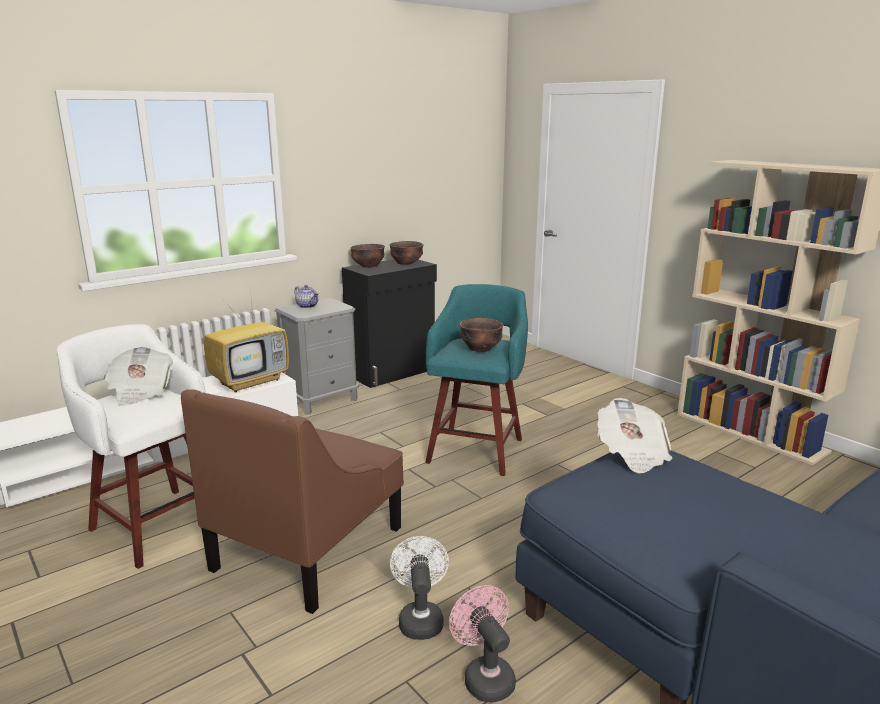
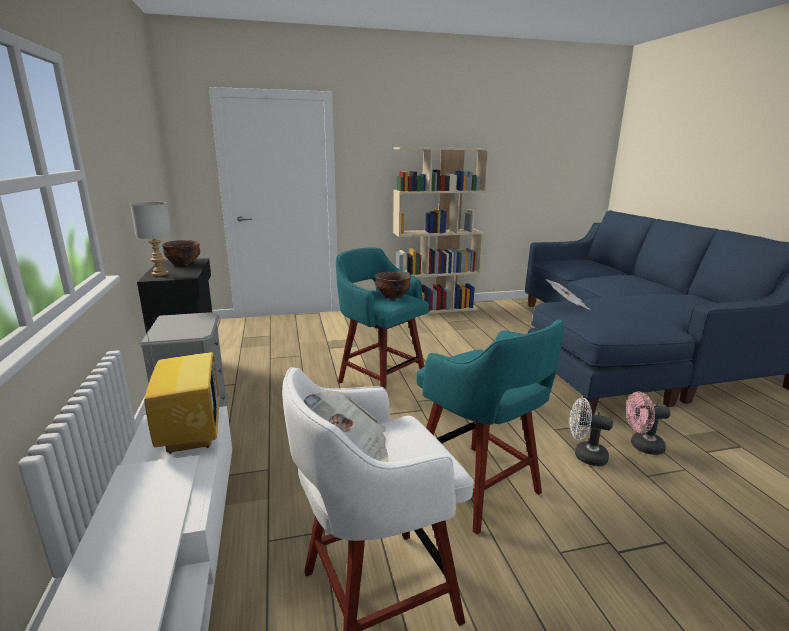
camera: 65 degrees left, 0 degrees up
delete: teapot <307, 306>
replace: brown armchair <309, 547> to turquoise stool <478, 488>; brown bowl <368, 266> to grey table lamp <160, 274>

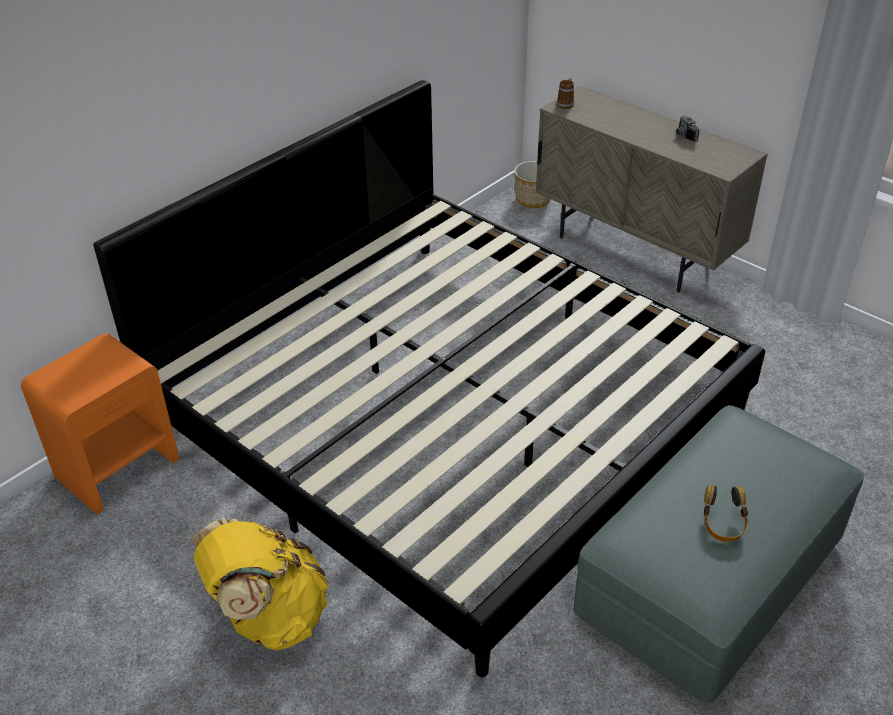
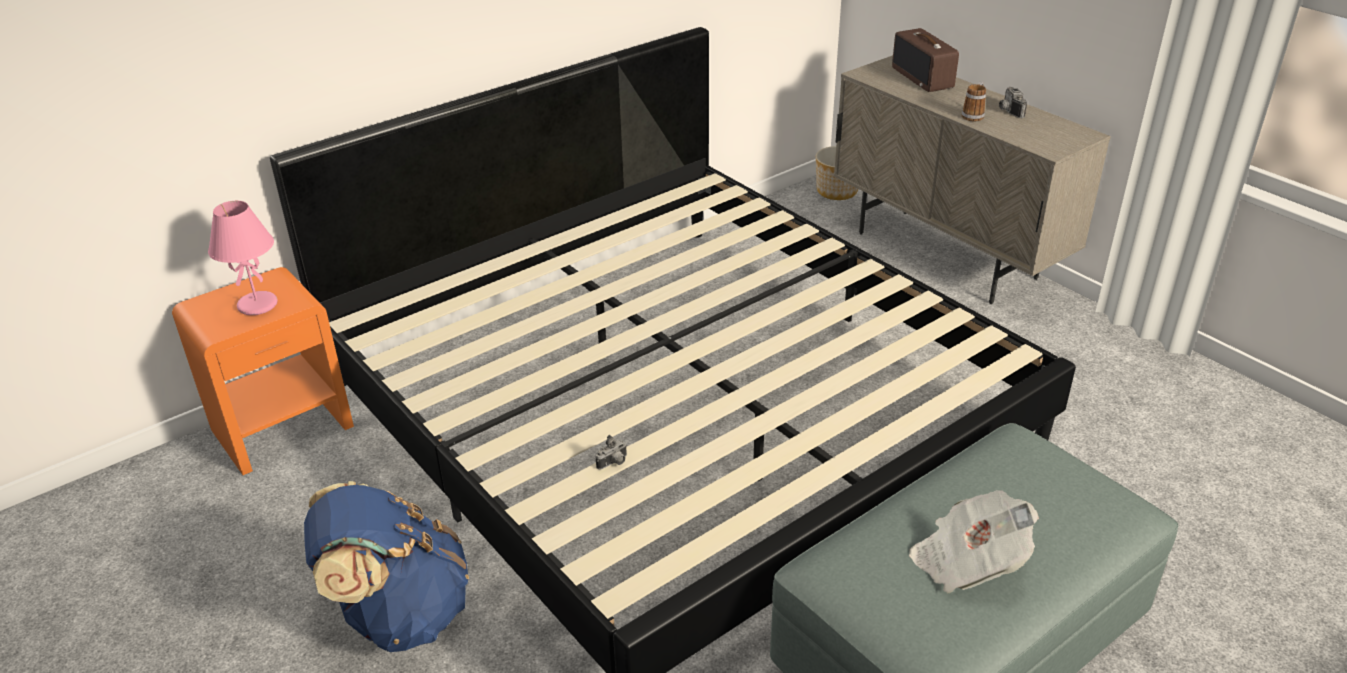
camera: 10 degrees right, 5 degrees down
insert: pink table lamp <258, 305>; photo camera <613, 463>; radio <923, 78>
move: mug <566, 103> to <973, 115>
replace: headphones <722, 525> to newspaper <968, 562>
recolor: yellow backpack <269, 616> to blue backpack <399, 614>

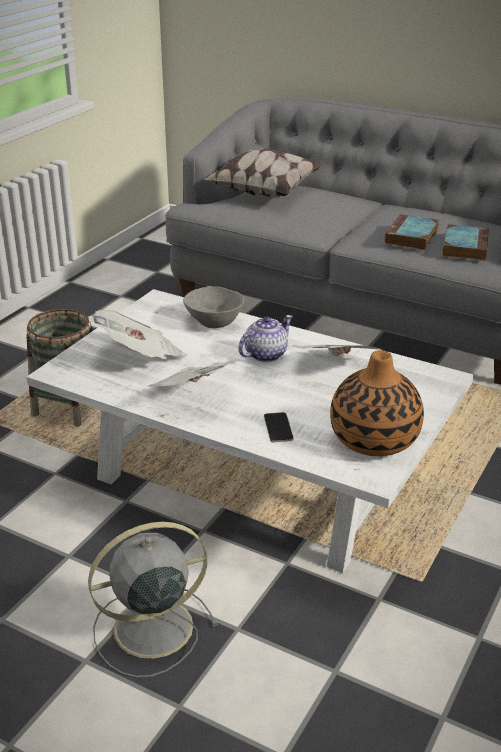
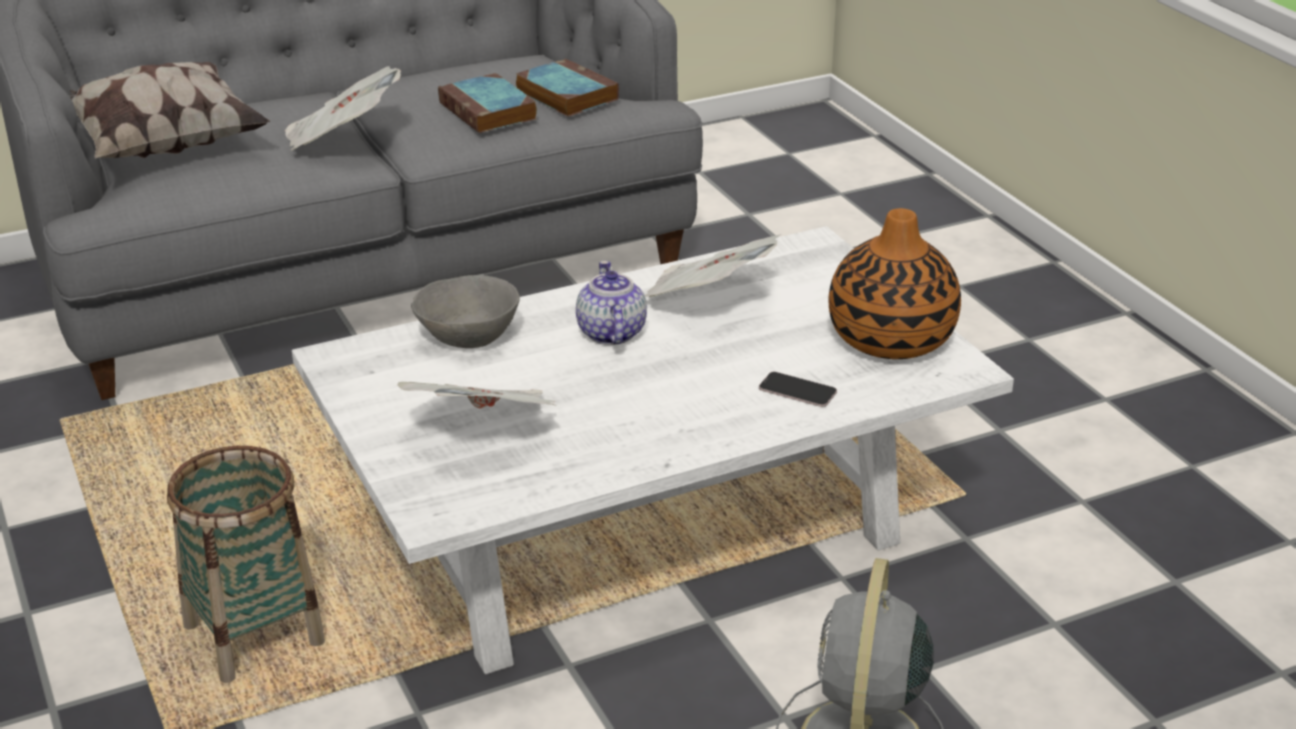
camera: 55 degrees left, 0 degrees up
move: newspaper <193, 395> to <342, 139>

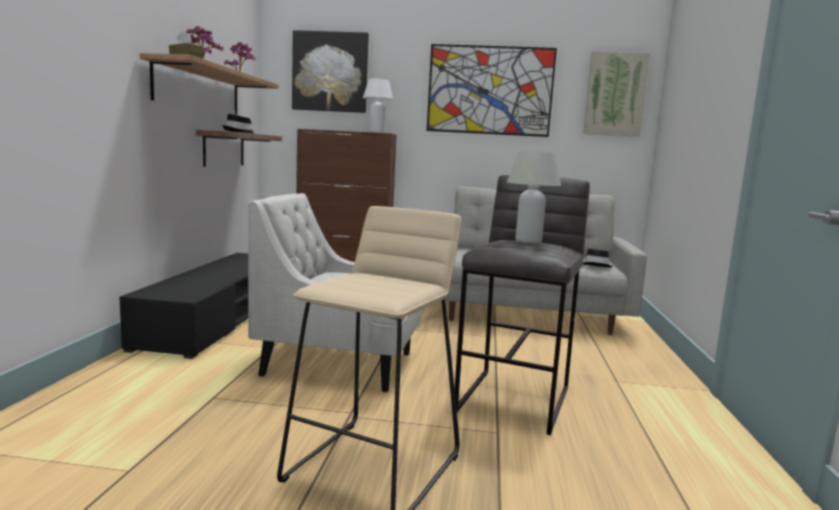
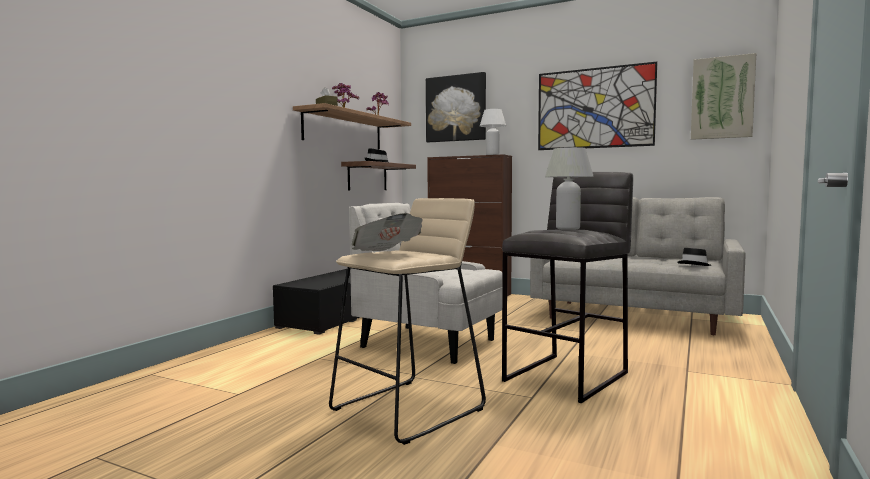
camera: 20 degrees right, 5 degrees down
insert: newspaper <387, 255>

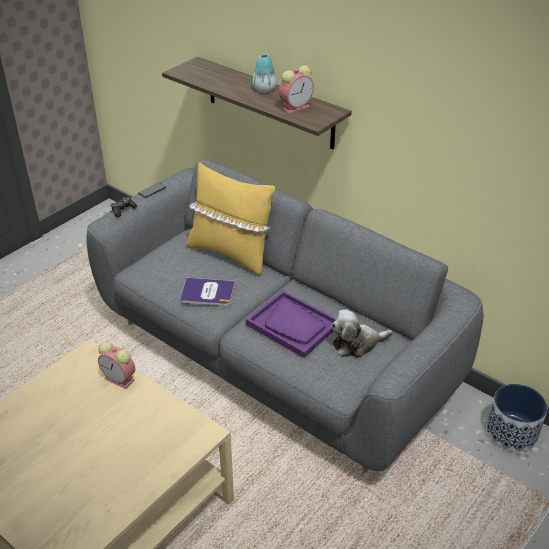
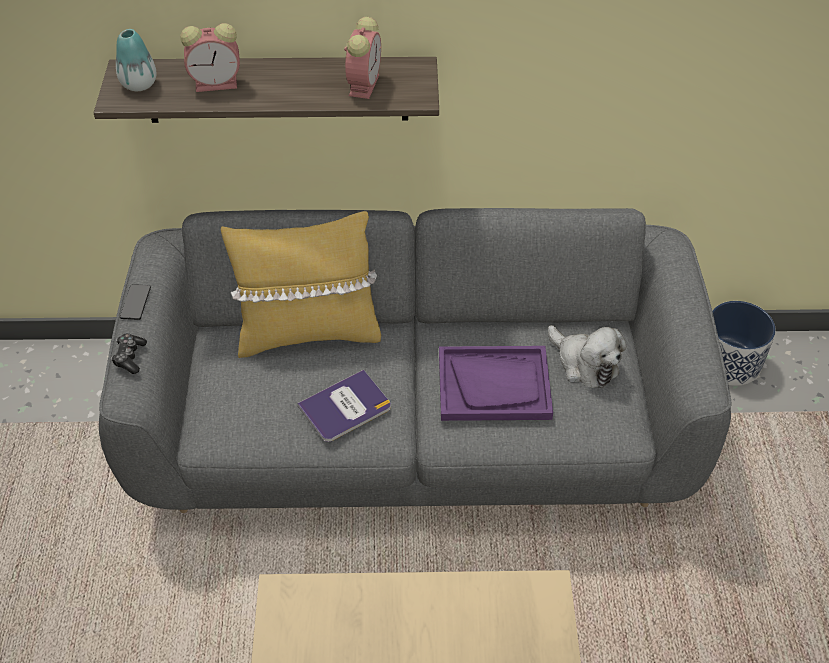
camera: 40 degrees left, 10 degrees up
move: alarm clock <120, 379> to <218, 83>; vase <264, 89> to <139, 84>
rotate: plush toy <357, 344> = <584, 364> 75 degrees counterclockwise

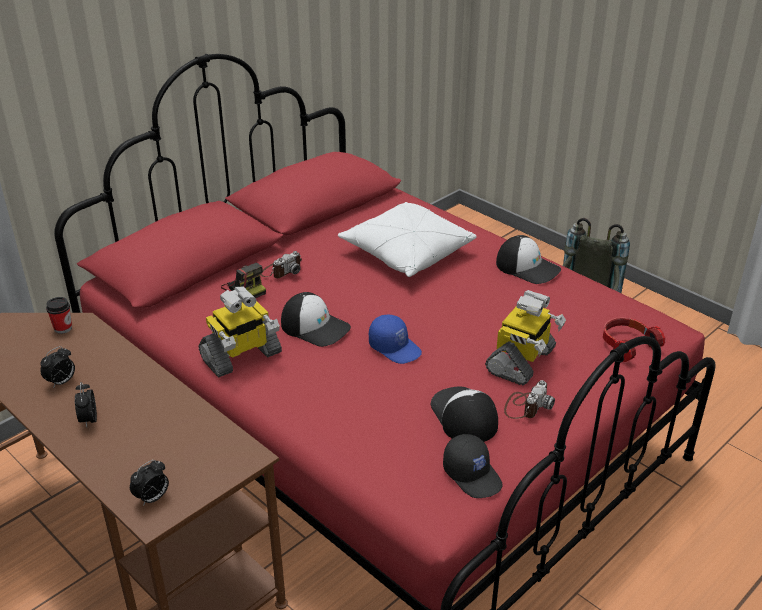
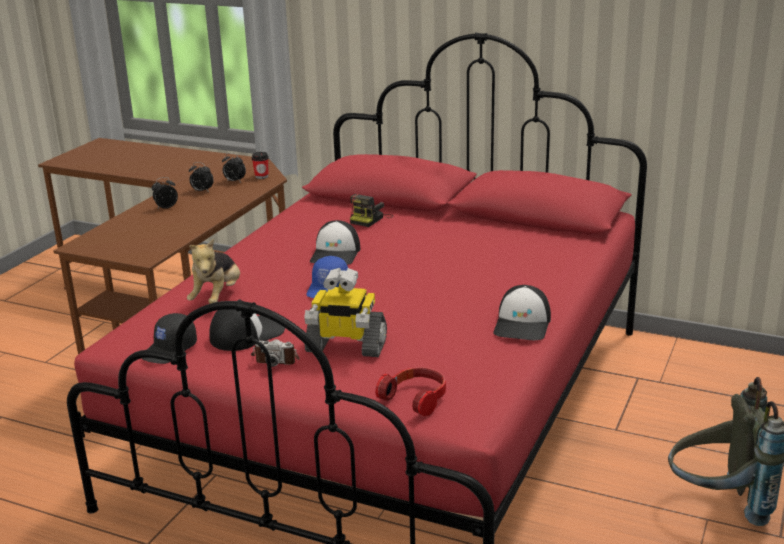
camera: 70 degrees right, 10 degrees down
delete: toy robot <241, 357>; photo camera <281, 270>; white pillow <406, 253>
insert: plush toy <217, 297>
move: alarm clock <152, 498> to <234, 181>

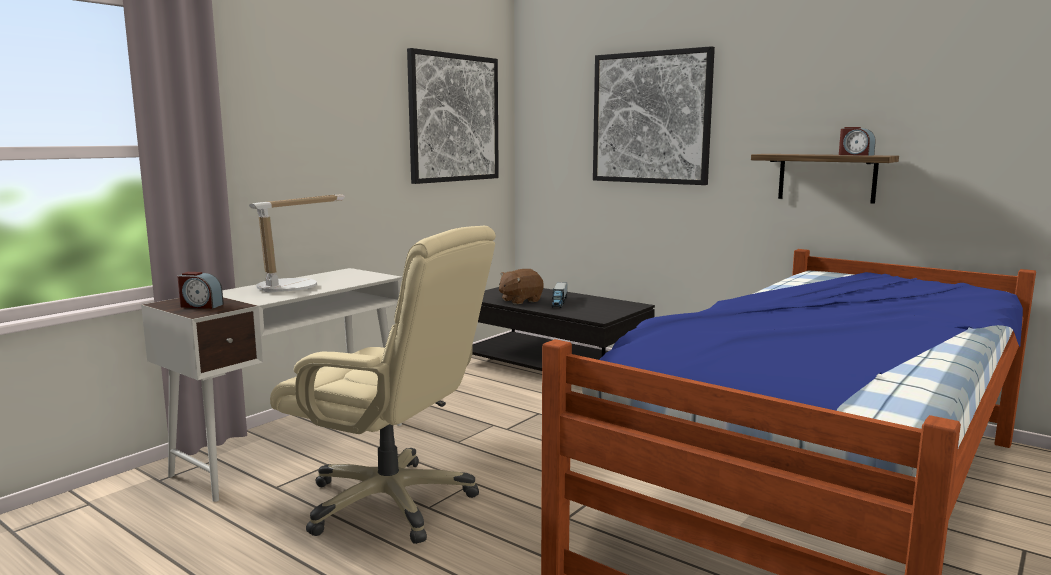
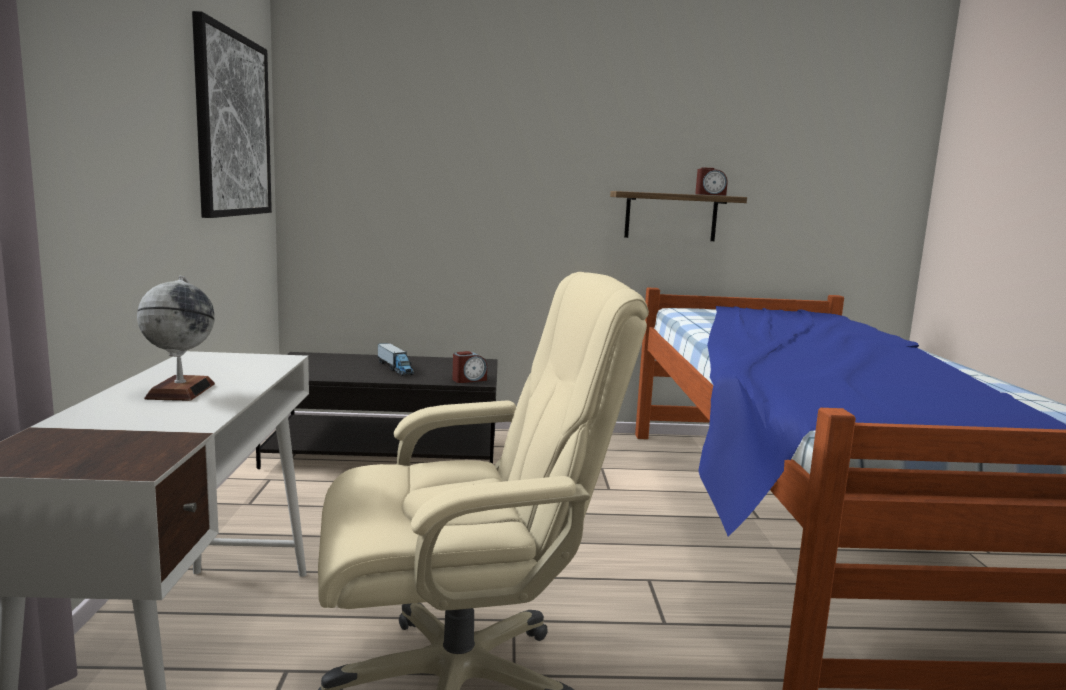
camera: 40 degrees left, 0 degrees up
delete: brown plush toy <520, 300>; picture <651, 118>
move: alarm clock <201, 305> to <469, 380>
replace: table lamp <294, 286> to globe <180, 391>

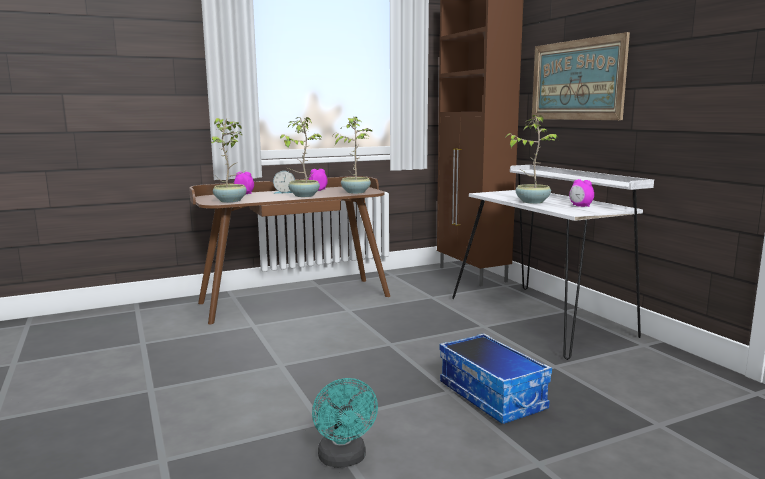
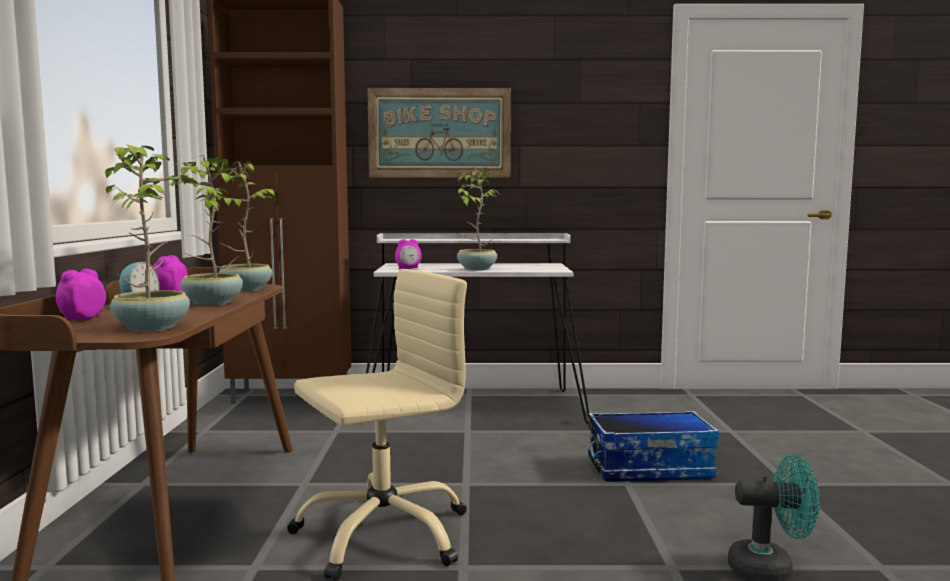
camera: 65 degrees left, 5 degrees down
insert: beige office chair <382, 533>
move: alarm clock <580, 206> to <408, 269>

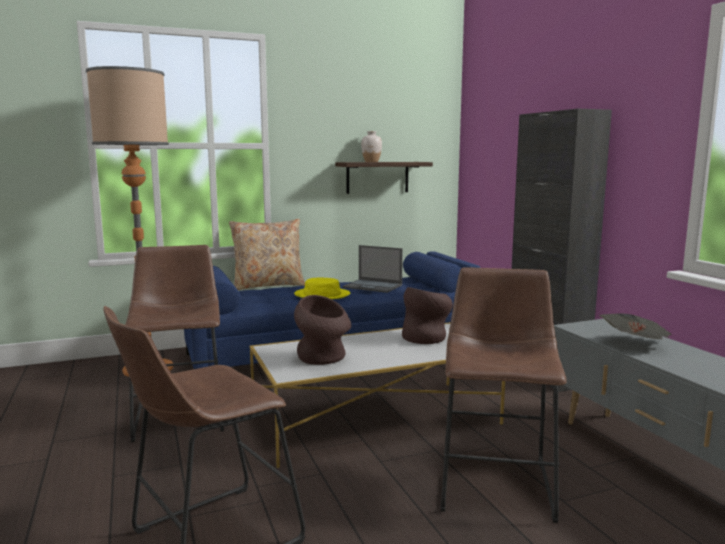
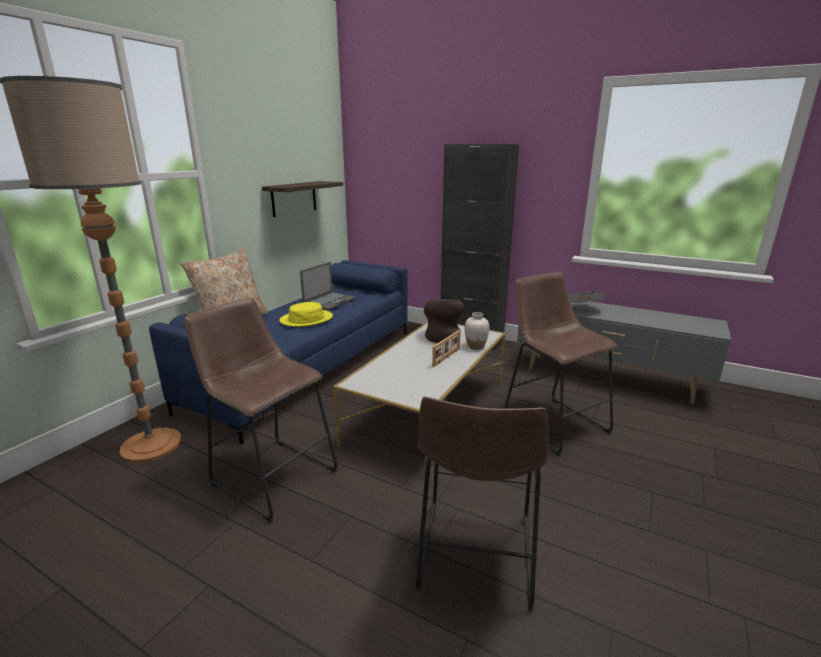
camera: 40 degrees left, 10 degrees up
delete: brown vase <323, 359>
insert: picture frame <447, 357>
move: white vase <371, 161> to <475, 346>
rotate: laptop <373, 286> = <330, 301> 45 degrees counterclockwise

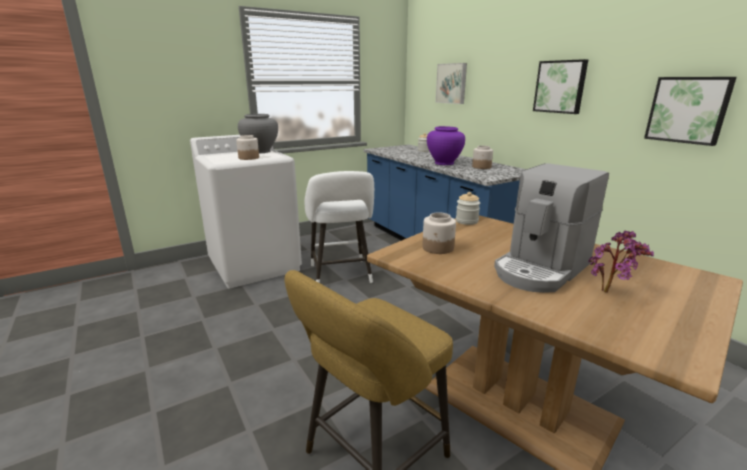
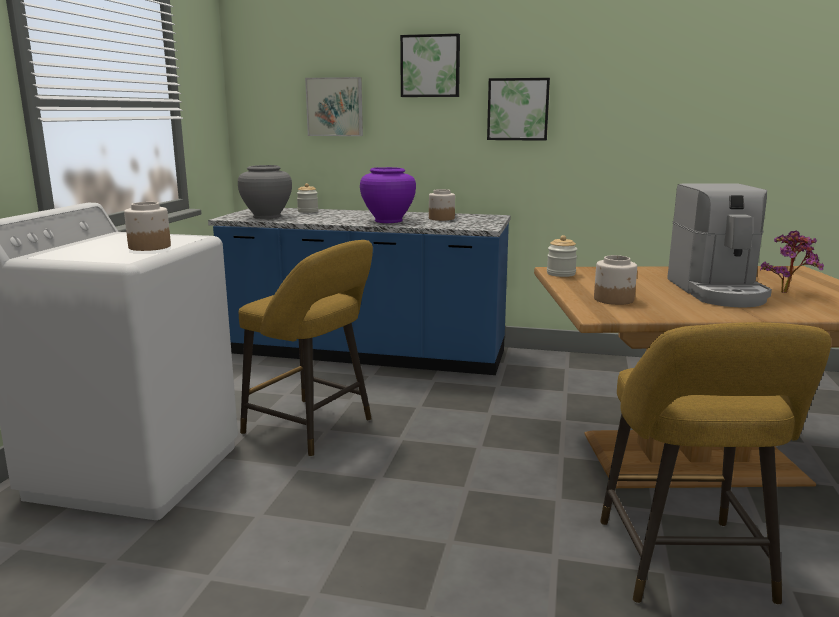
camera: 45 degrees left, 5 degrees down
move: grey vase <260, 151> to <267, 216>; picture <688, 110> to <430, 66>
recolor: white stool <341, 276> to yellow stool <313, 428>

